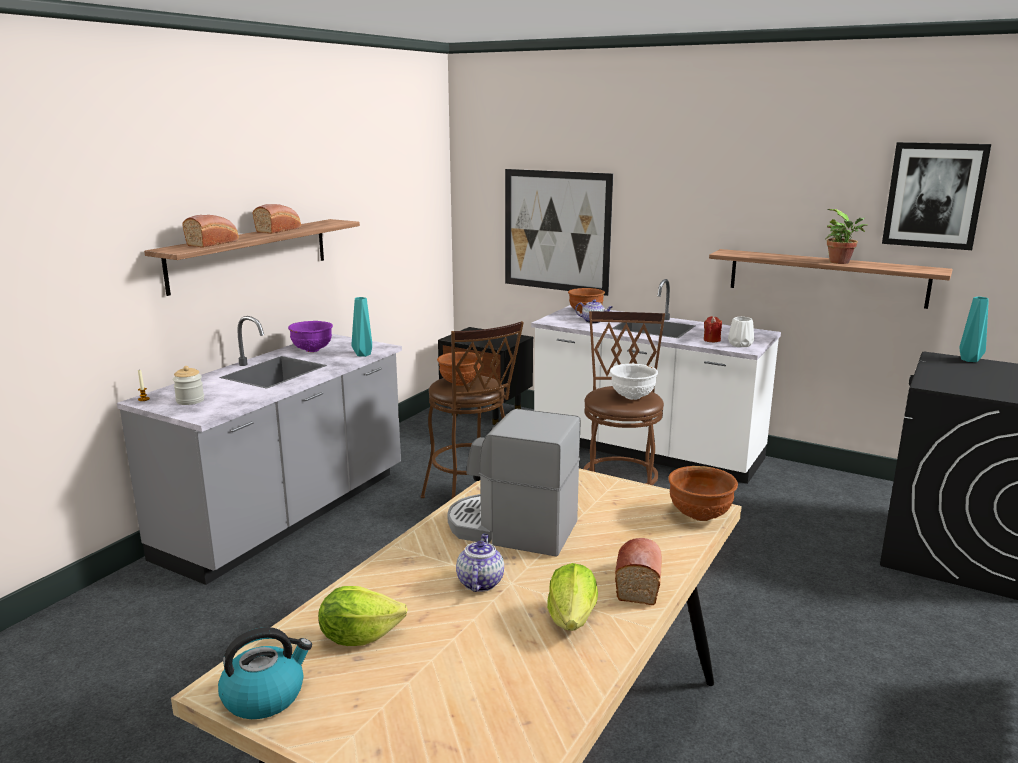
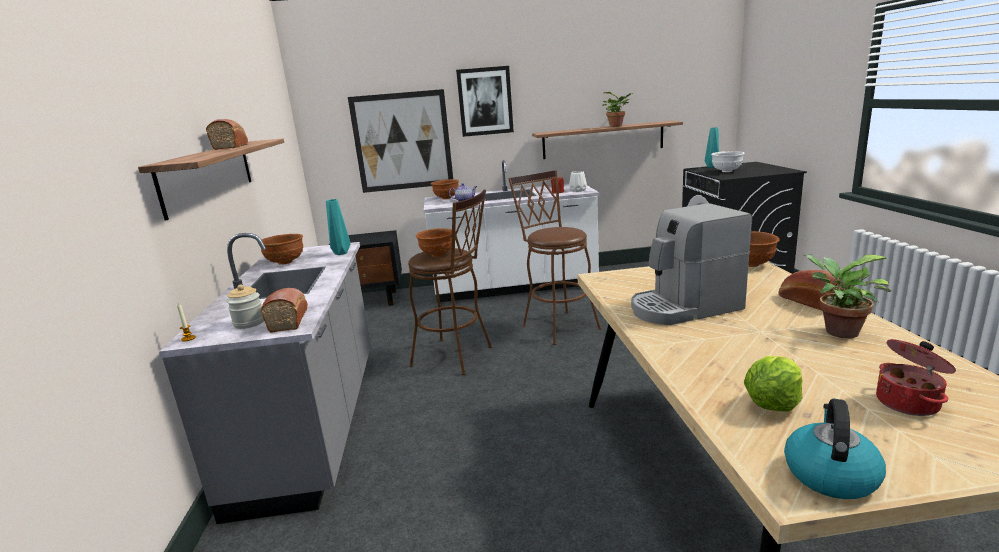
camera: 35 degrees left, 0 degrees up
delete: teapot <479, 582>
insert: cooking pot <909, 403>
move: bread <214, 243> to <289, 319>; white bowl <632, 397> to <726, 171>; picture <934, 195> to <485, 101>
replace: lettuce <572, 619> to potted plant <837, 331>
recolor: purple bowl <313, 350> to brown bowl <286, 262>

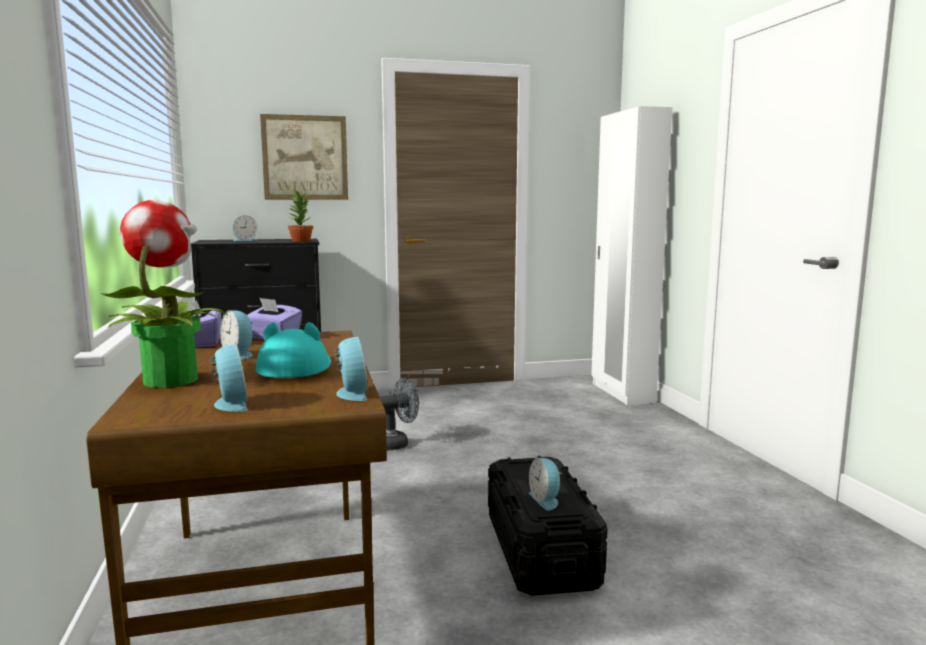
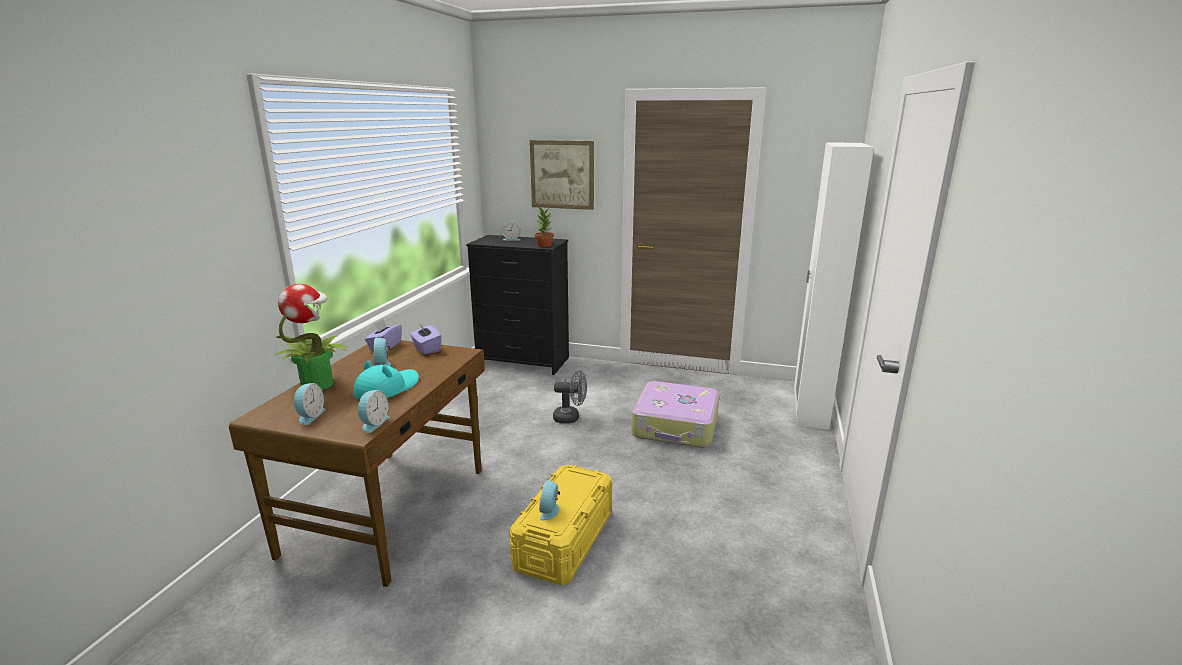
camera: 30 degrees right, 10 degrees up
insert: suitcase <676, 426>
recolor: black storage box <540, 550> to yellow storage box <564, 540>

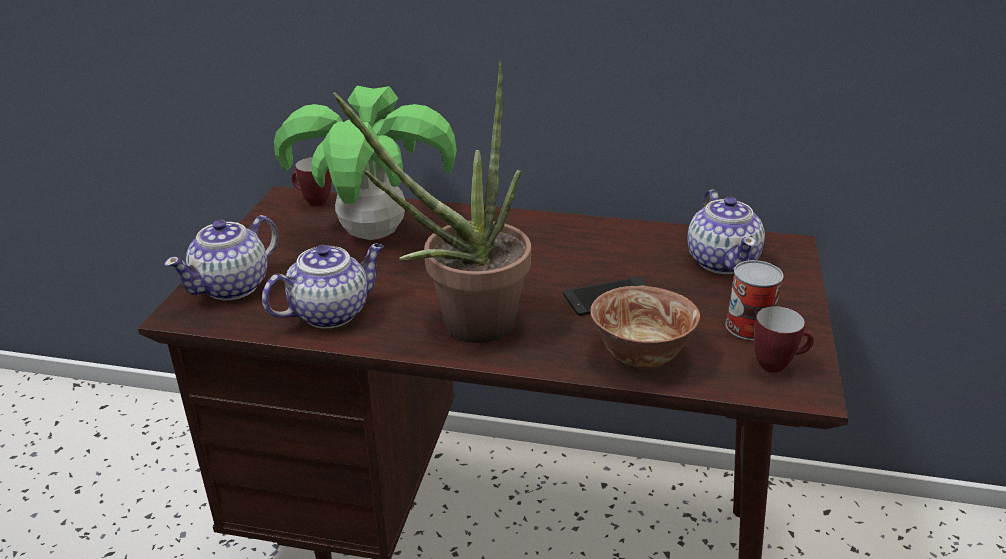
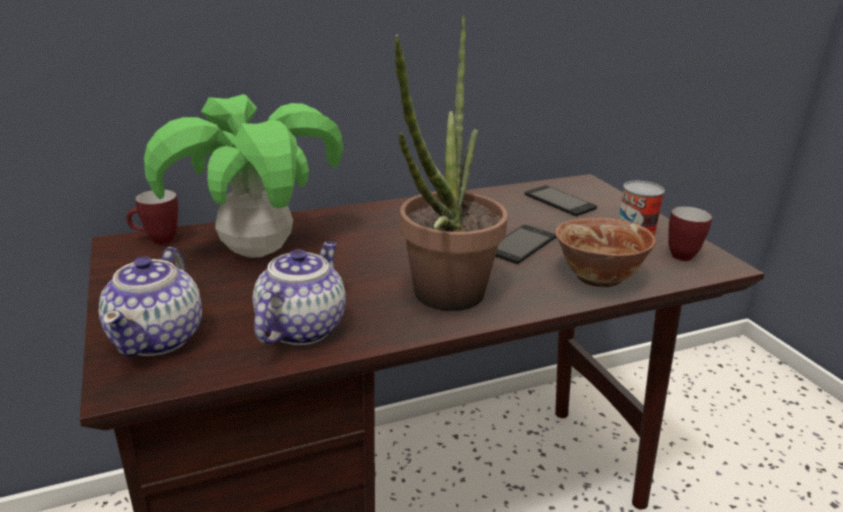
camera: 35 degrees left, 5 degrees down
replace: teapot <722, 261> to phone <559, 201>

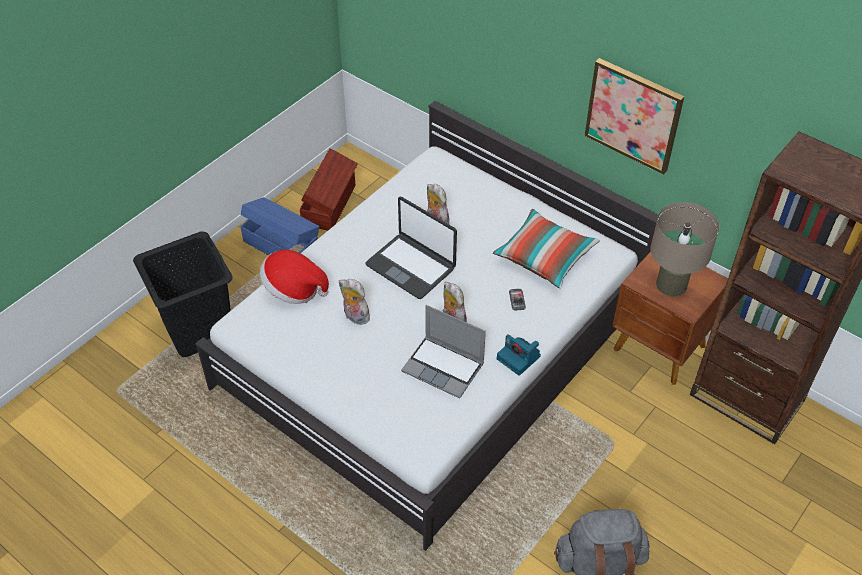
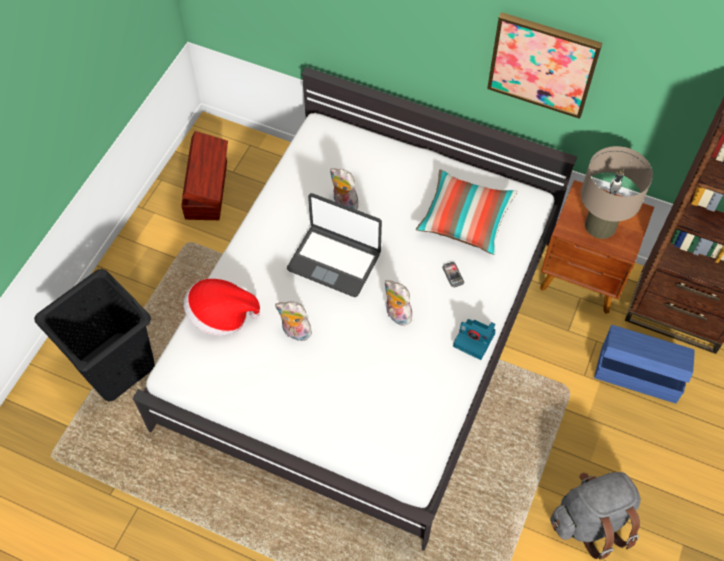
camera: 15 degrees left, 10 degrees up
delete: laptop <444, 367>
move: blue storage box <281, 245> to <637, 373>

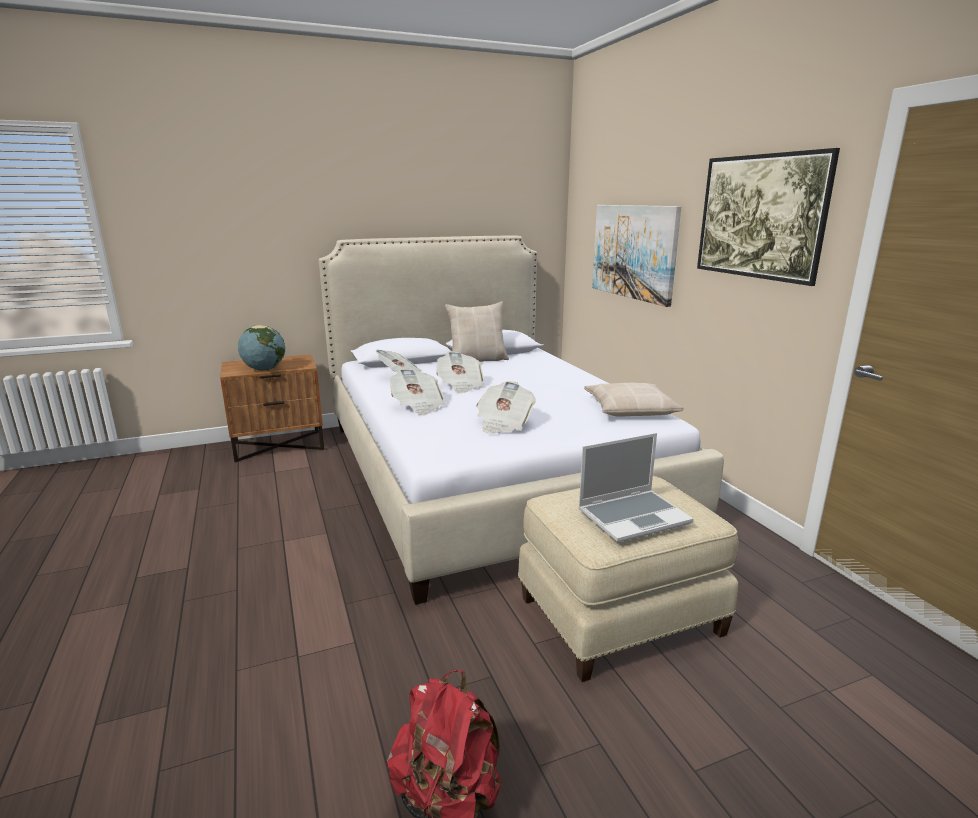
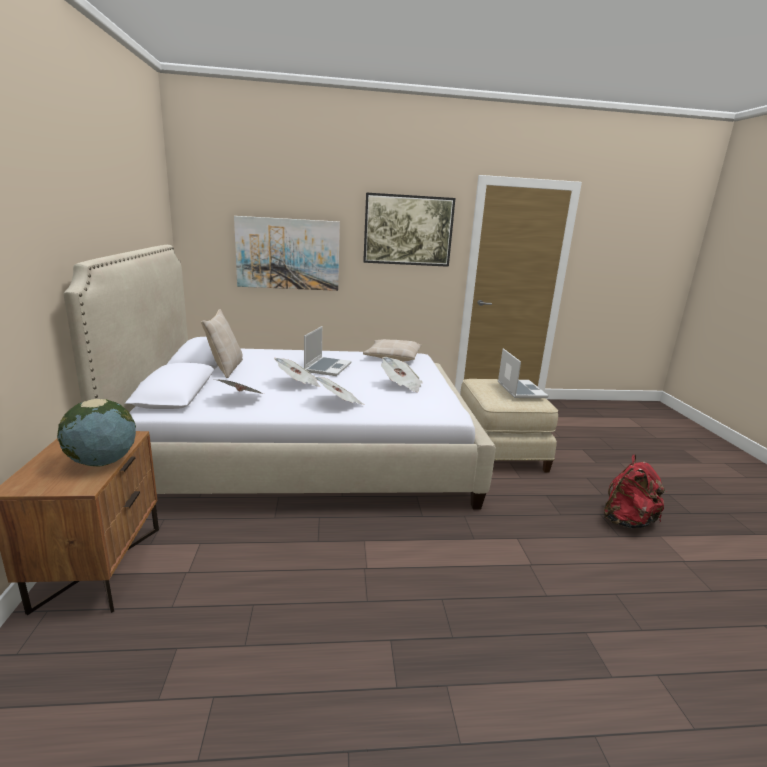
camera: 75 degrees left, 0 degrees up
insert: laptop <327, 367>

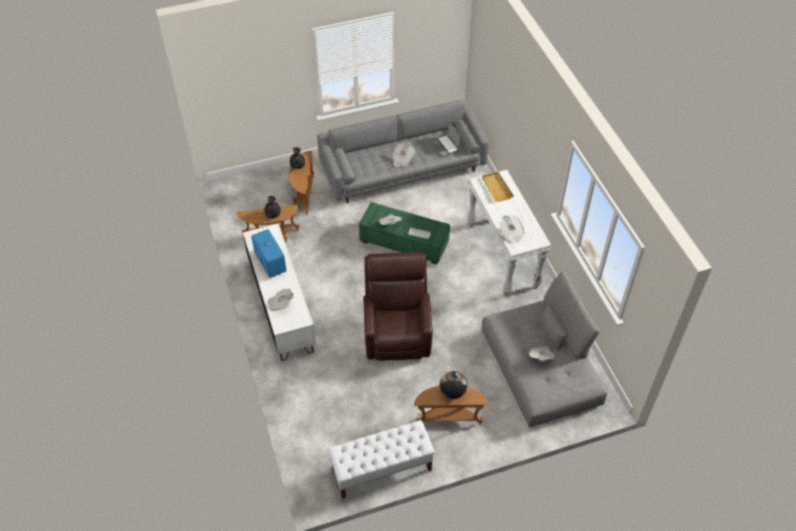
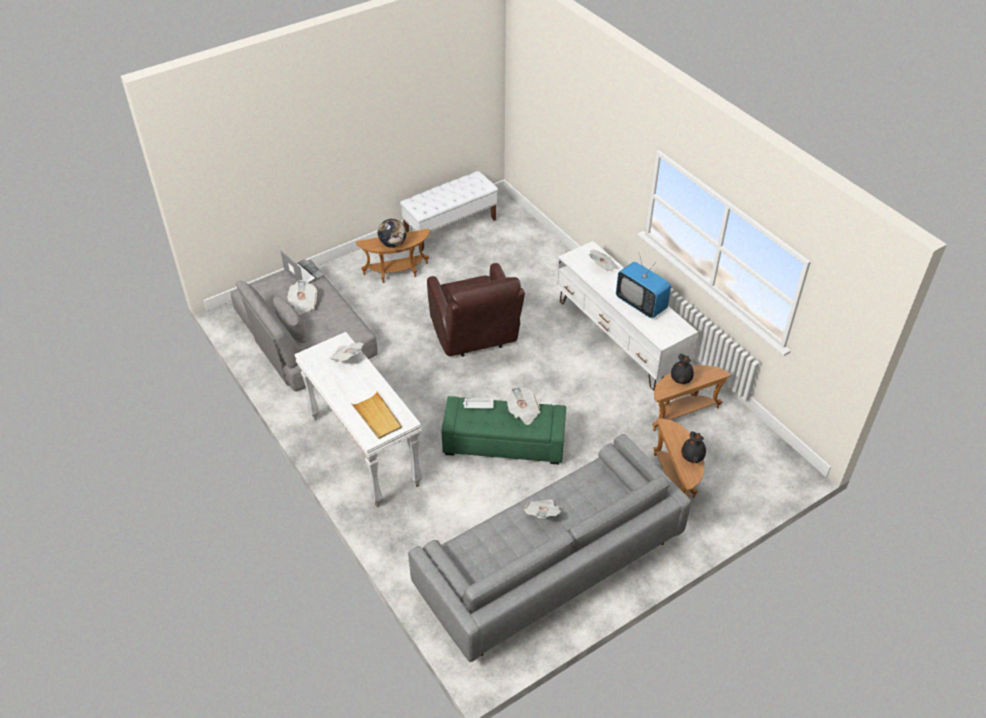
camera: 165 degrees right, 5 degrees down
move: laptop <446, 146> to <303, 274>

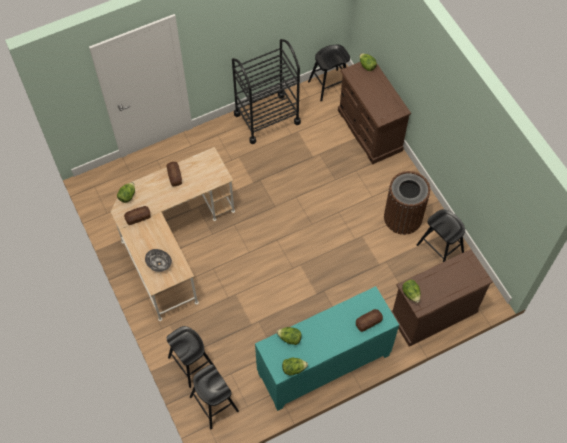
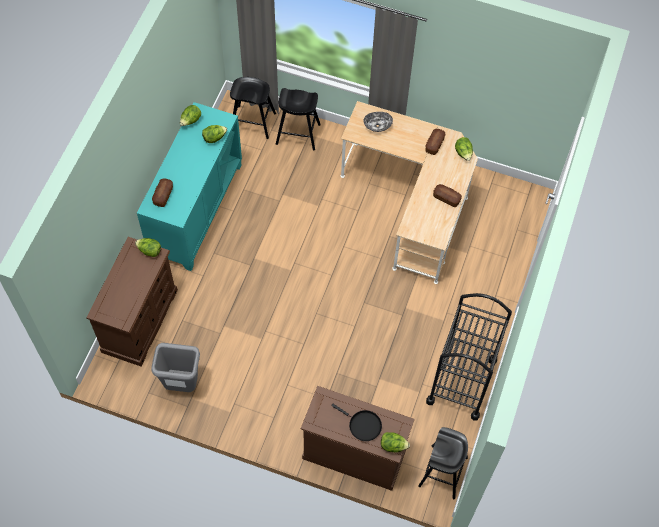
camera: 135 degrees right, 0 degrees up
delete: brown trash can <403, 217>
insert: black frying pan <363, 425>
replace: black stool <440, 249> to grey trash can <181, 385>

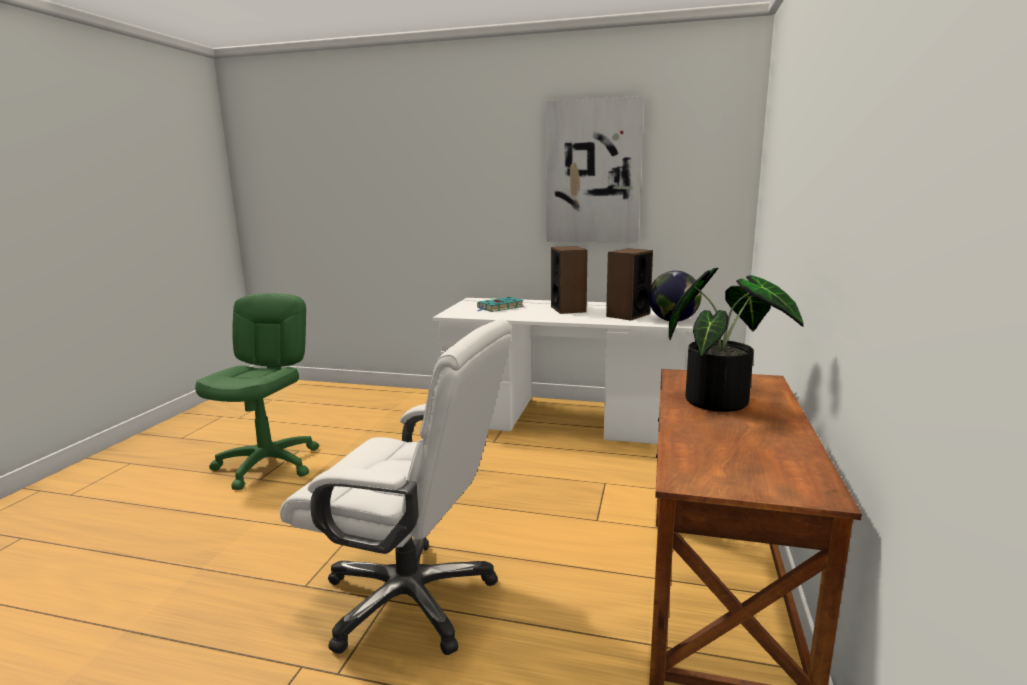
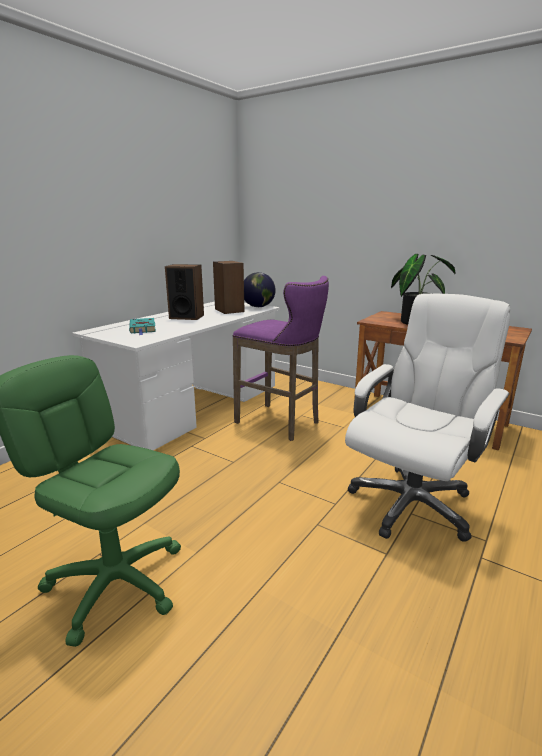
camera: 70 degrees left, 5 degrees up
delete: picture <593, 172>
insert: purple stool <281, 423>

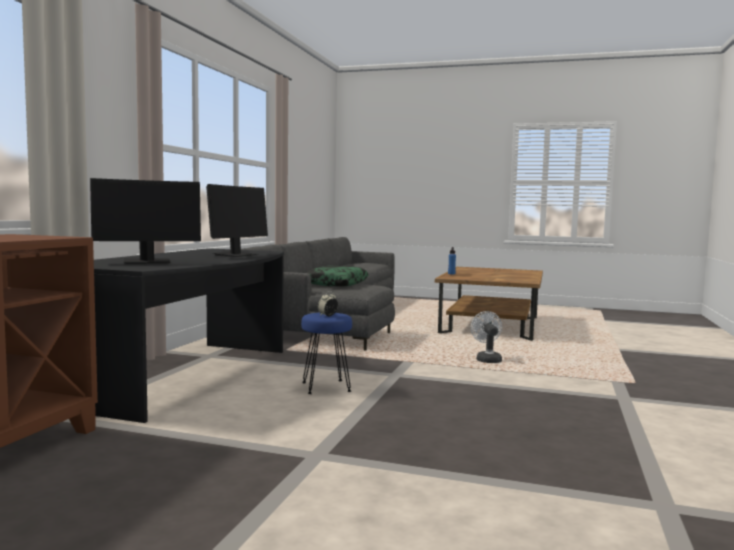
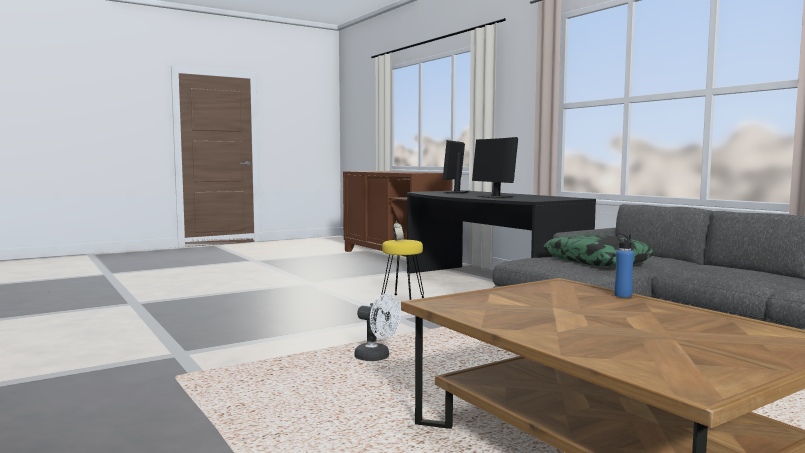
camera: 130 degrees right, 0 degrees up
recolor: blue stool <326, 387> to yellow stool <402, 299>

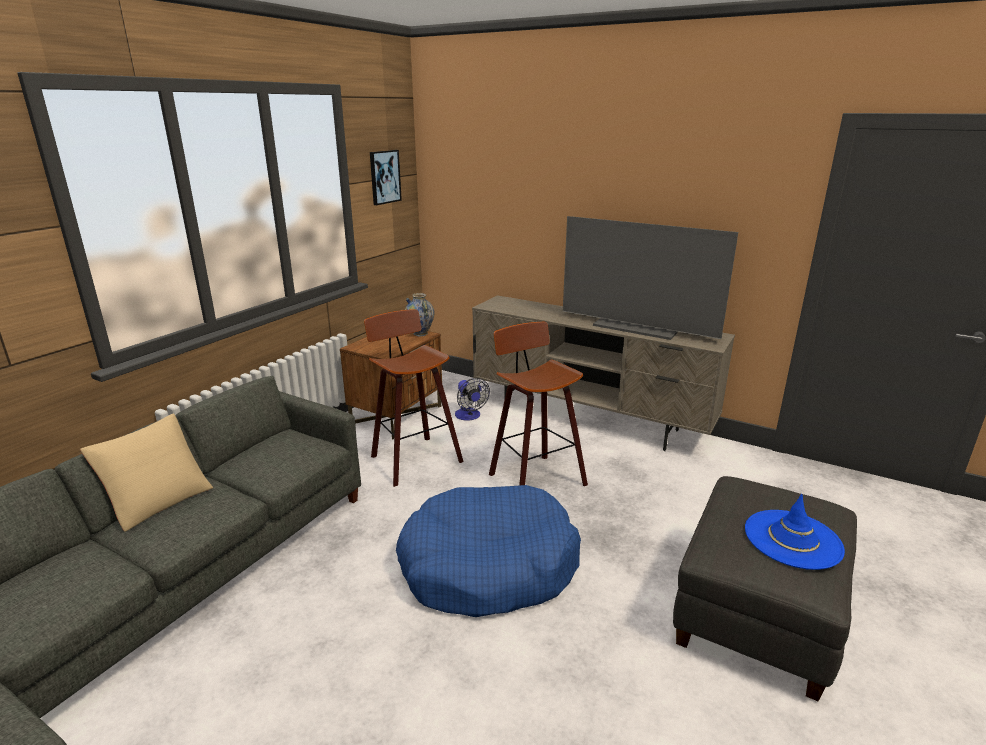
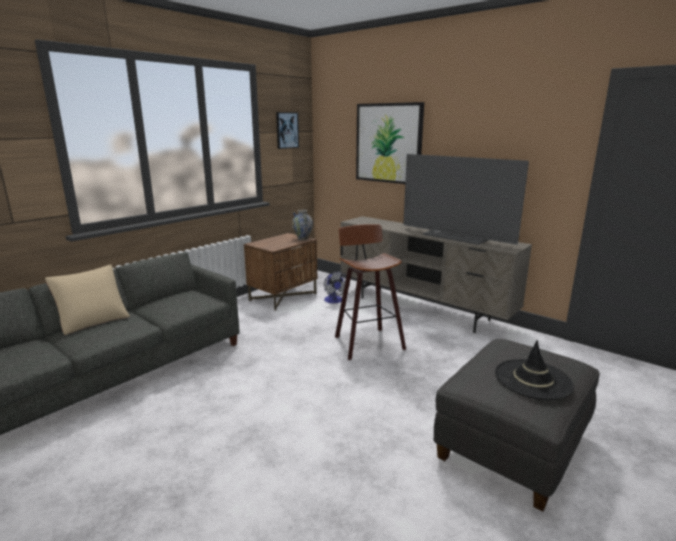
camera: 10 degrees right, 5 degrees down
delete: stool <413, 458>; blue dog bed <488, 566>
insert: picture <388, 143>
recolor: blue hat <793, 539> to black hat <533, 379>

